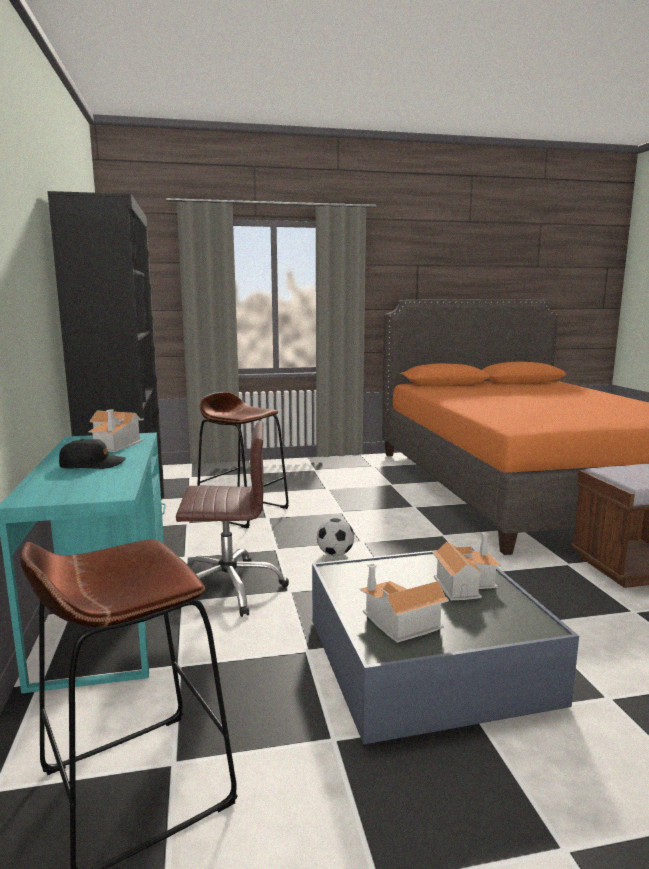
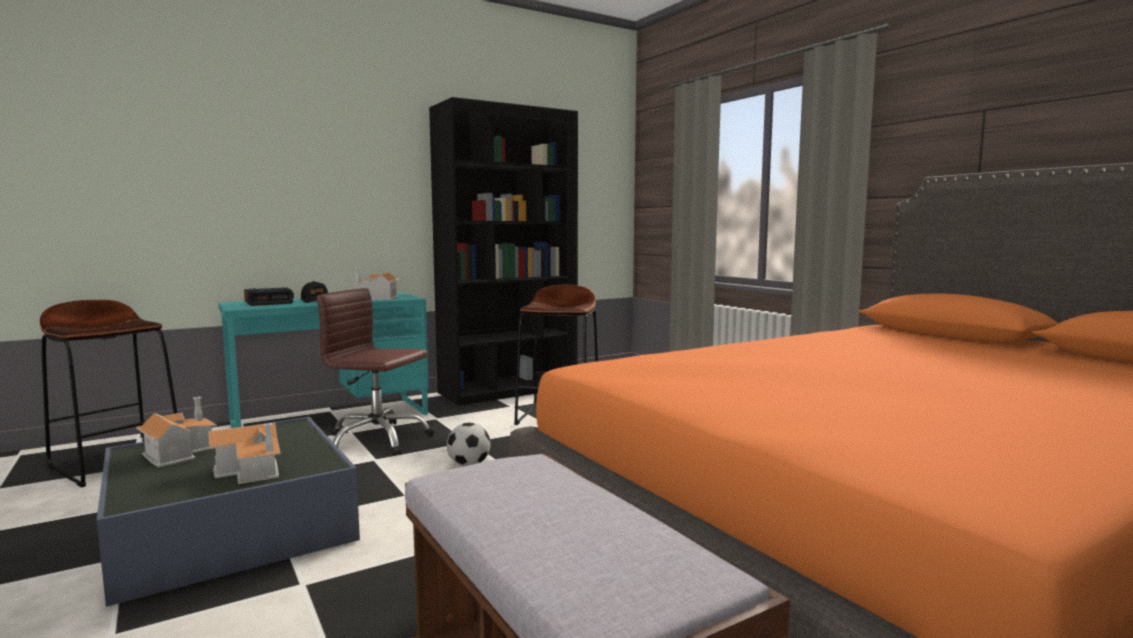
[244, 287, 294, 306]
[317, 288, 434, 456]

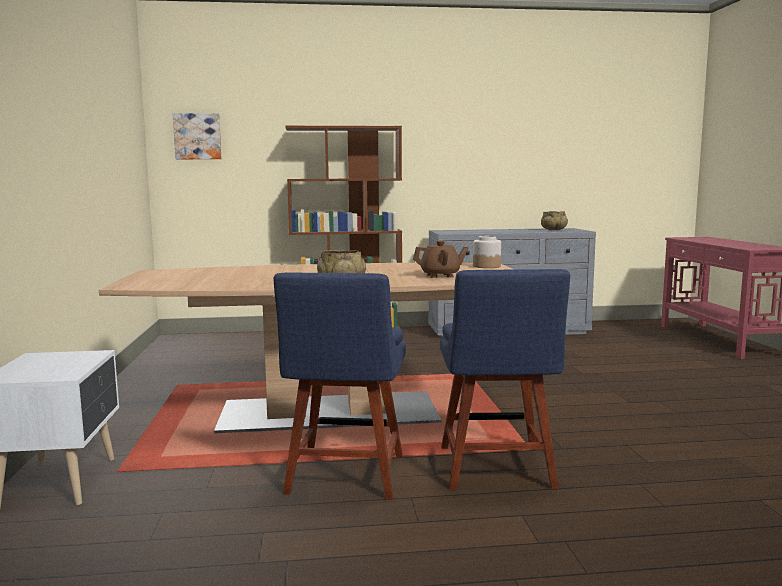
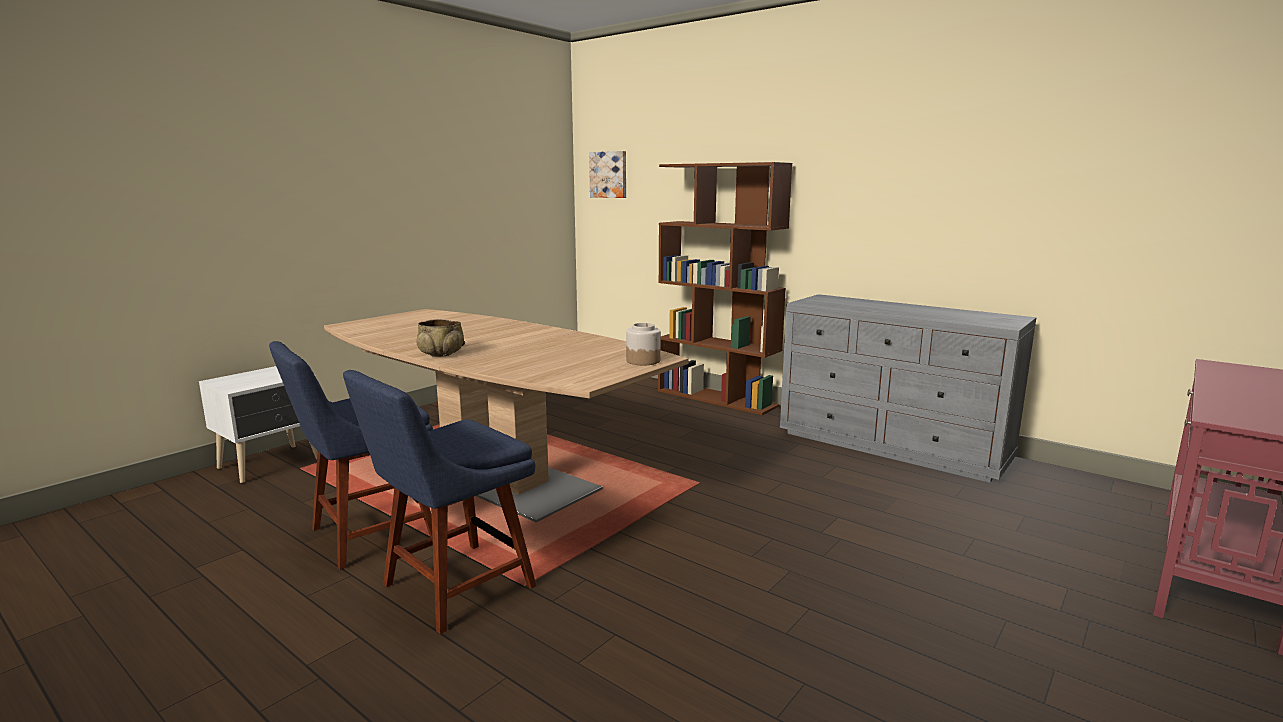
[413, 241, 468, 278] (first image)
[541, 211, 568, 230] (first image)

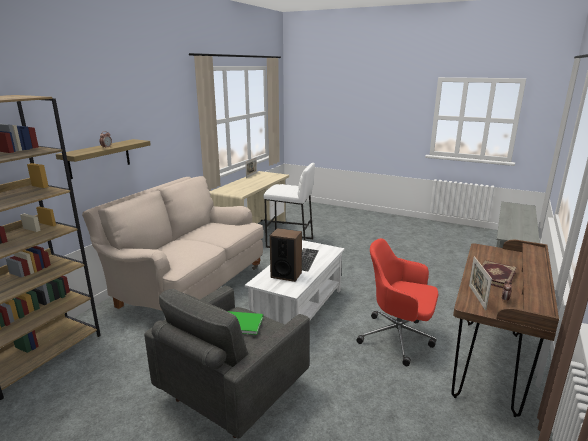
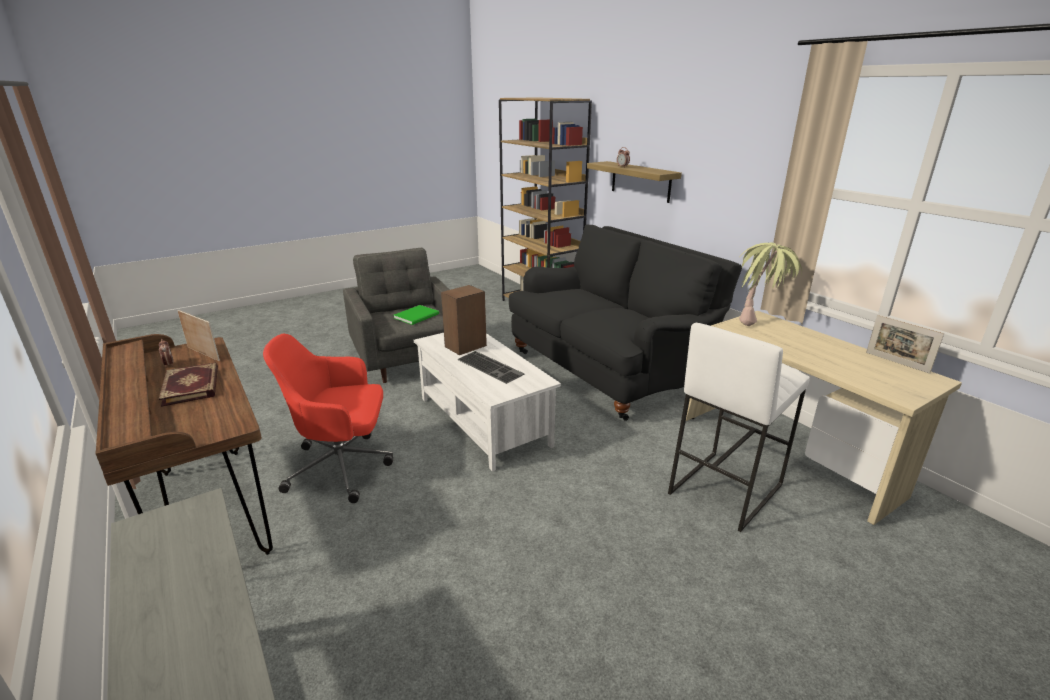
[263, 334, 393, 503]
[509, 224, 742, 421]
[738, 242, 802, 326]

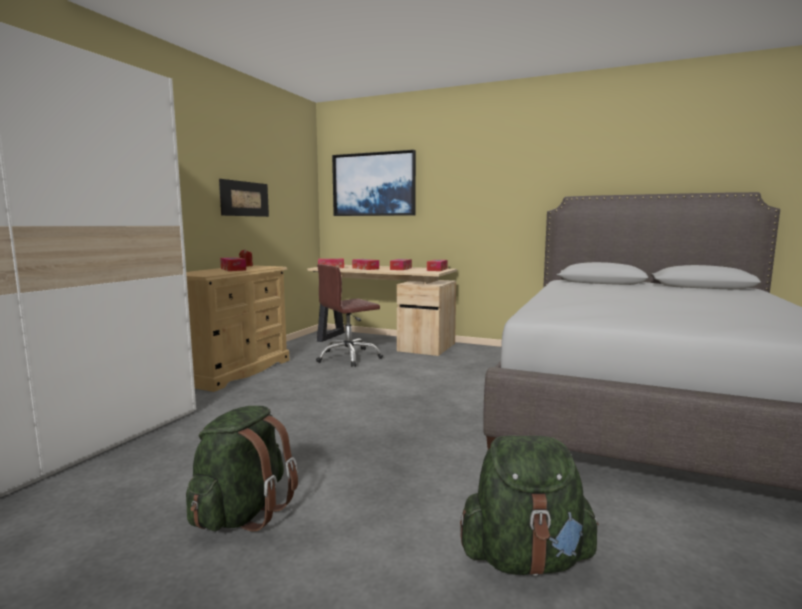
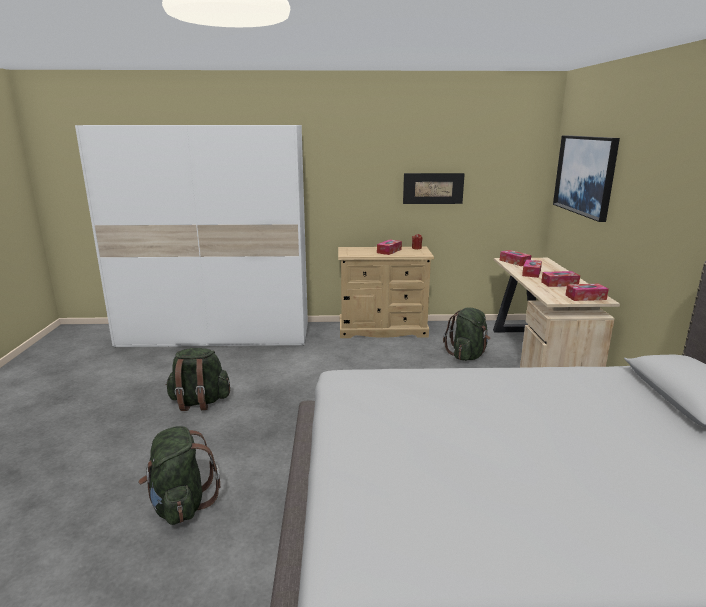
[443, 307, 491, 361]

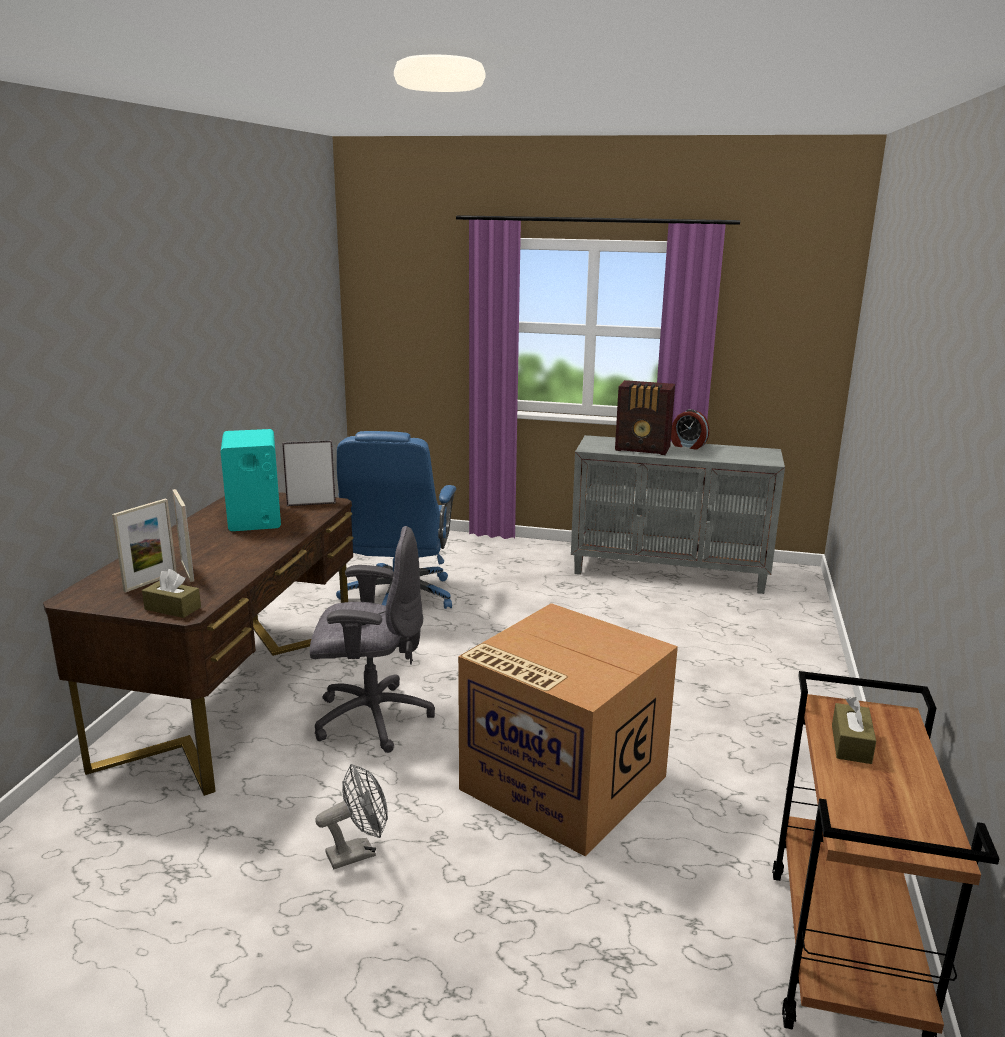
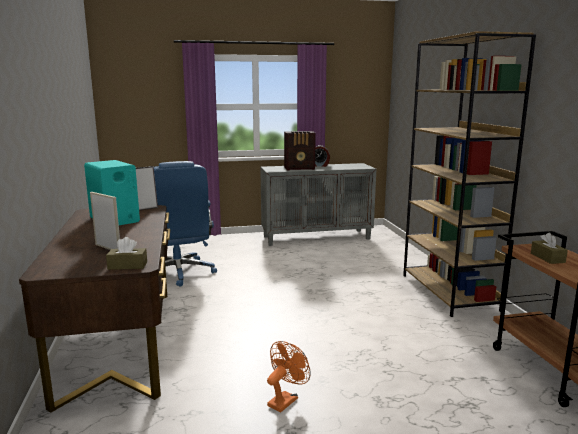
[267, 341, 311, 412]
[403, 31, 536, 317]
[112, 499, 177, 592] (first image)
[310, 526, 435, 753] (first image)
[458, 603, 678, 856] (first image)

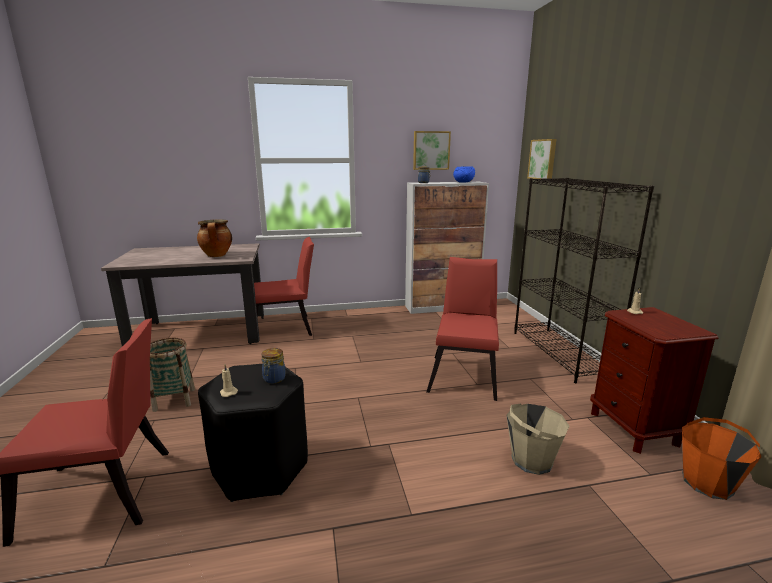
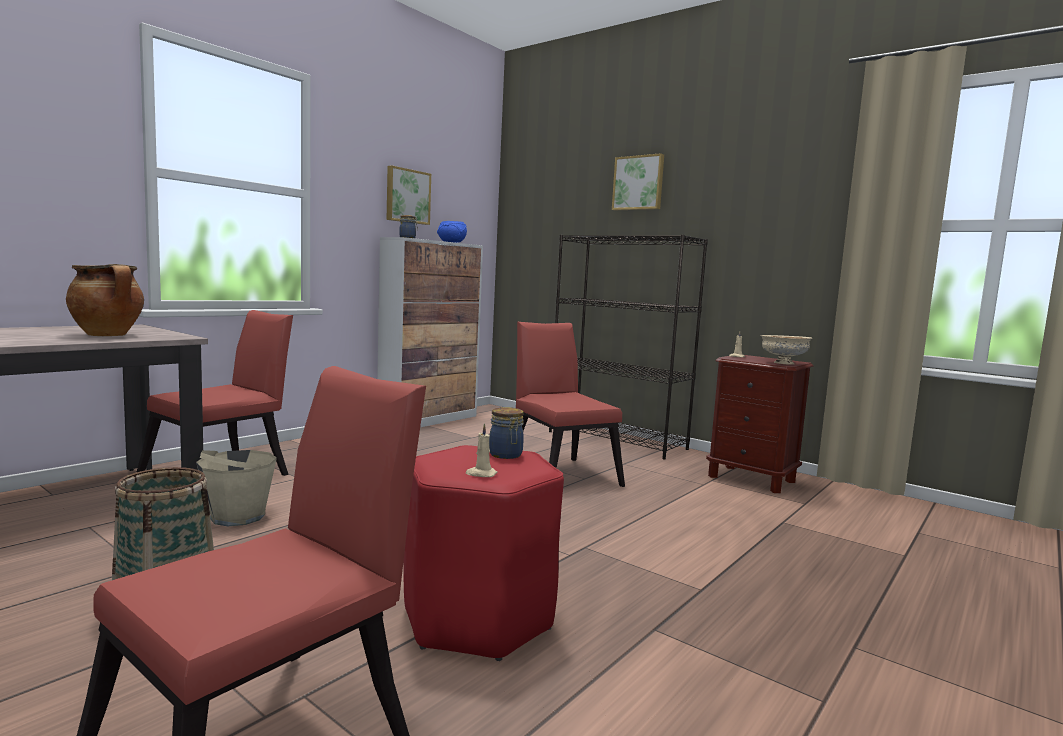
[196, 450, 277, 526]
[403, 445, 564, 661]
[612, 153, 664, 210]
[761, 335, 812, 365]
[682, 417, 762, 500] (first image)

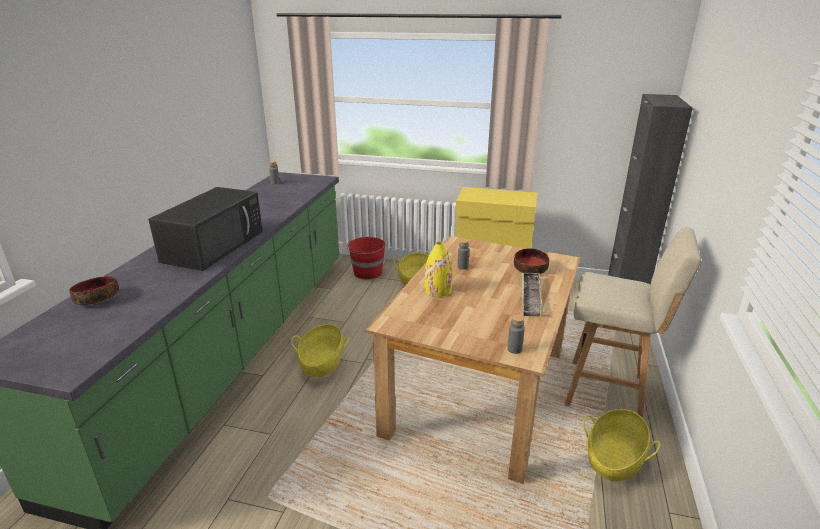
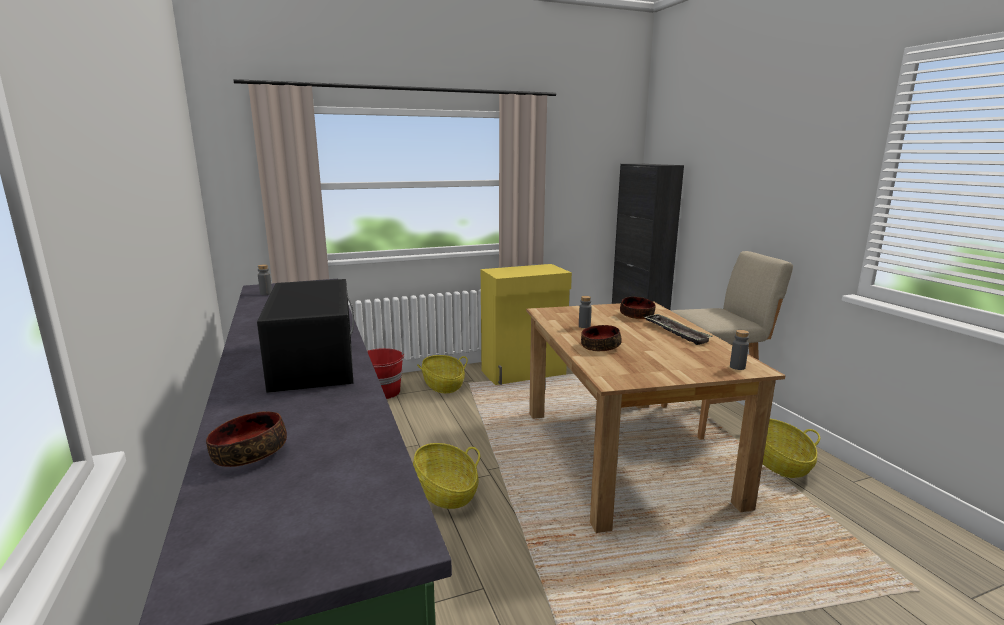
[581, 325, 622, 351]

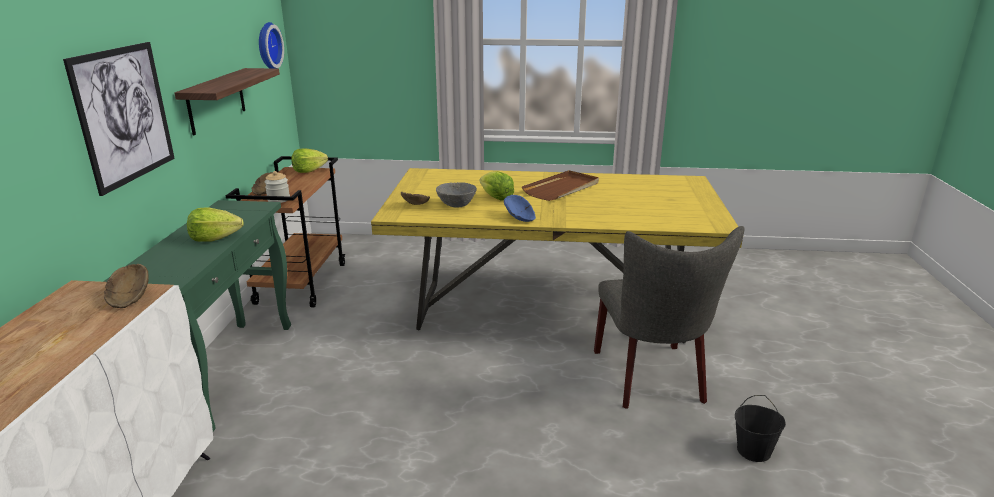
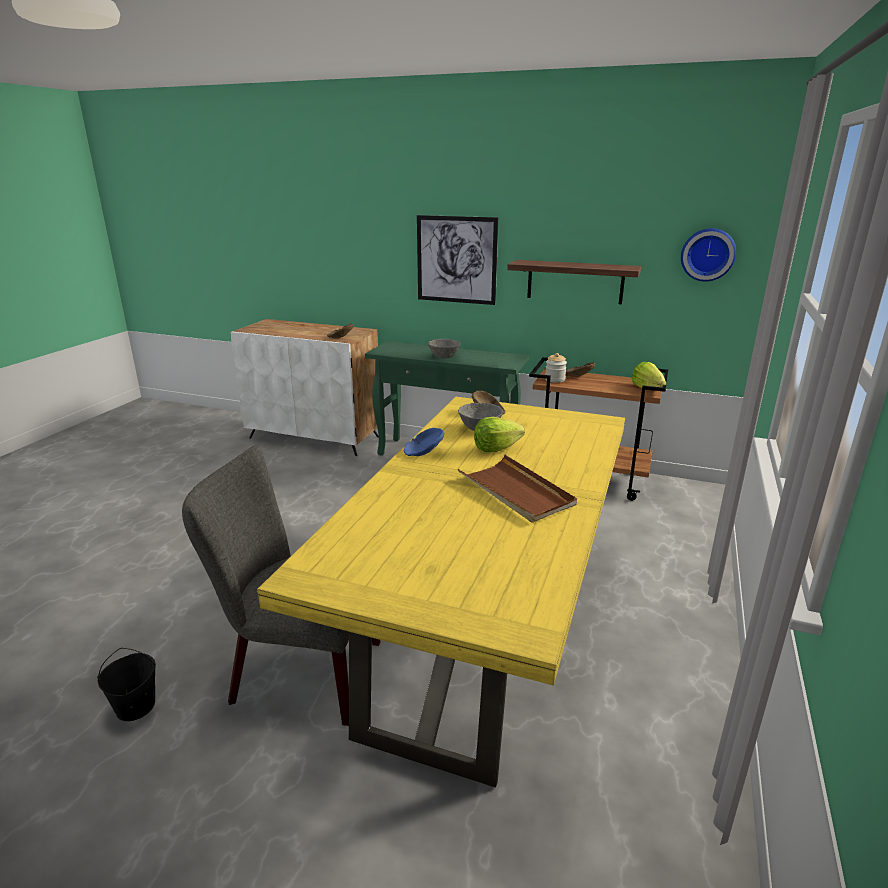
[428, 339, 461, 359]

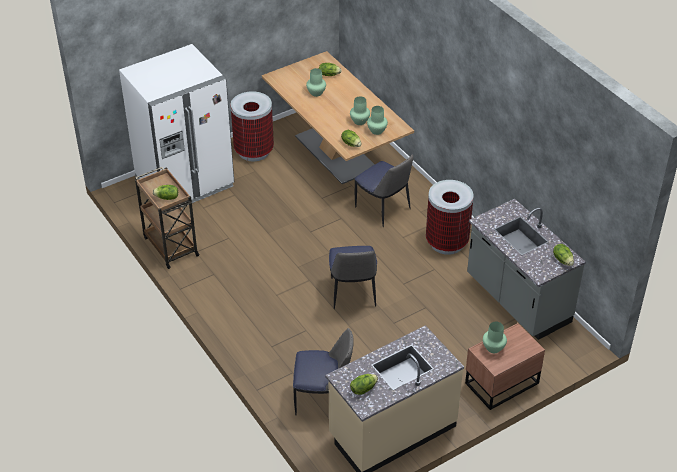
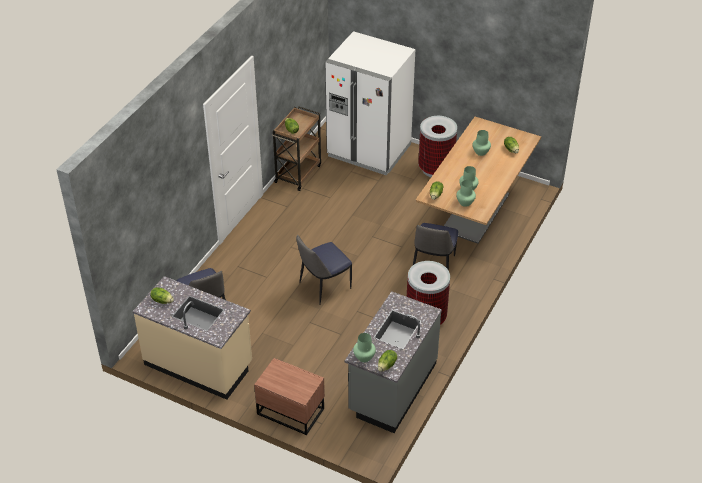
[353, 333, 376, 362]

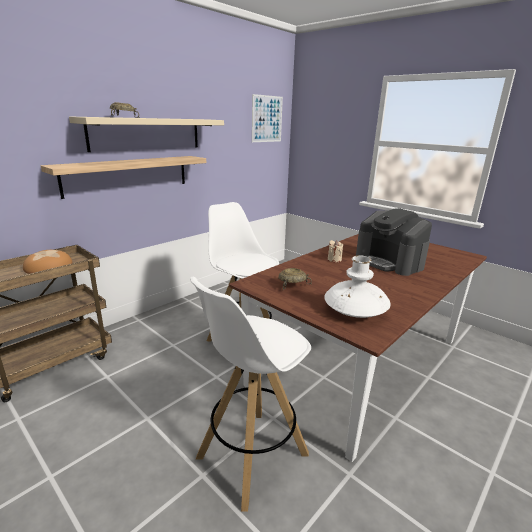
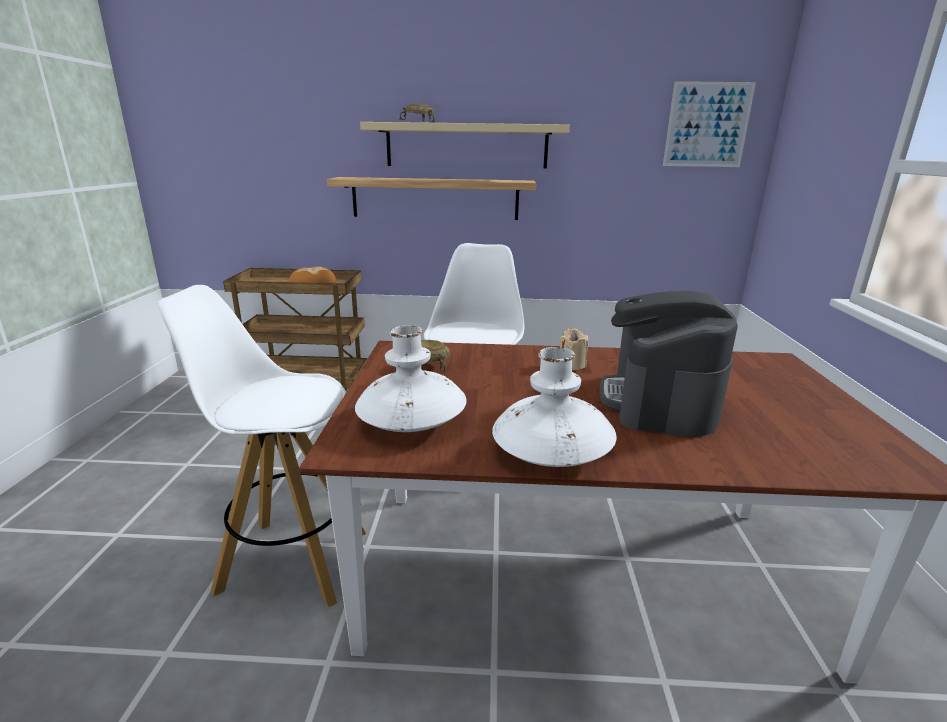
[492, 347, 616, 467]

